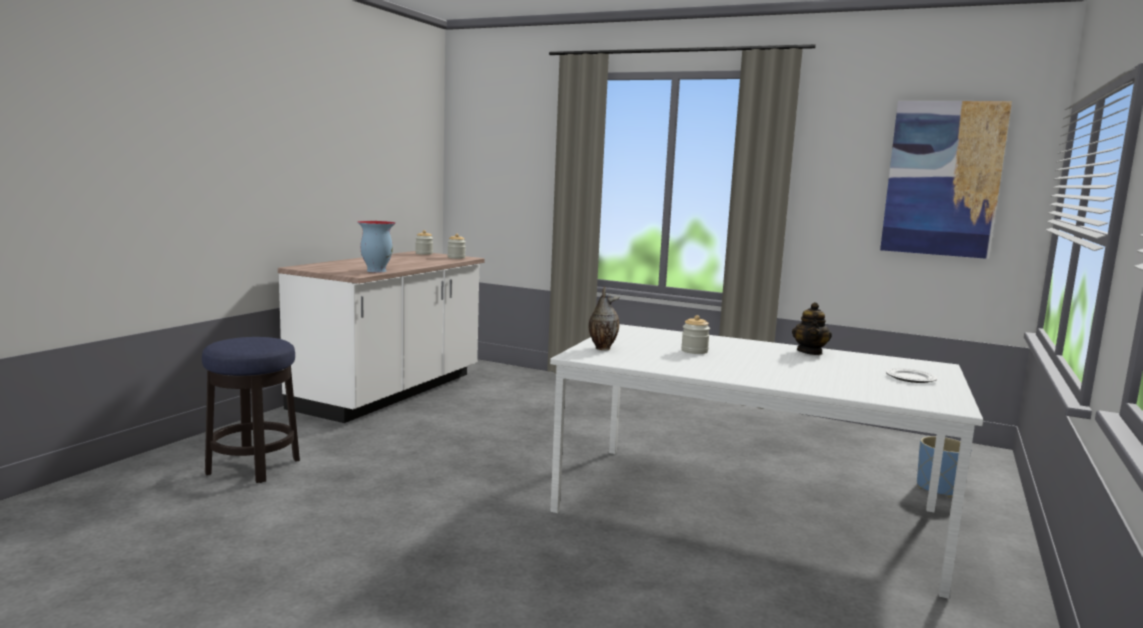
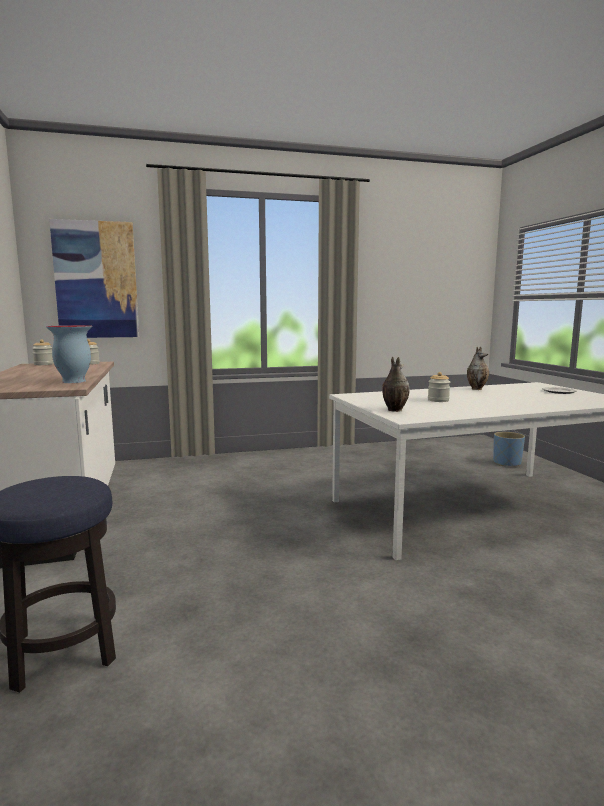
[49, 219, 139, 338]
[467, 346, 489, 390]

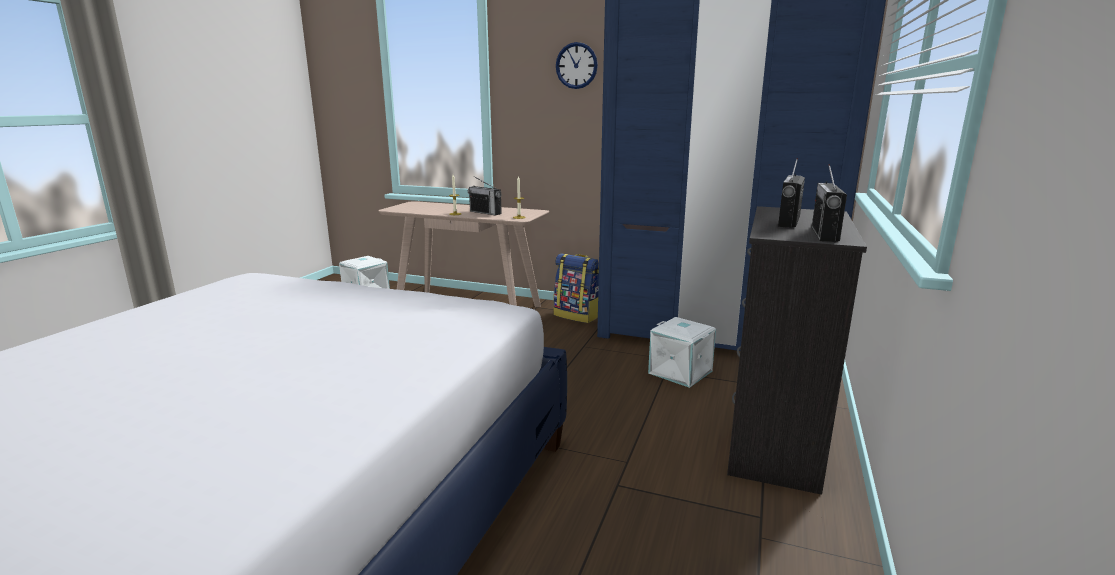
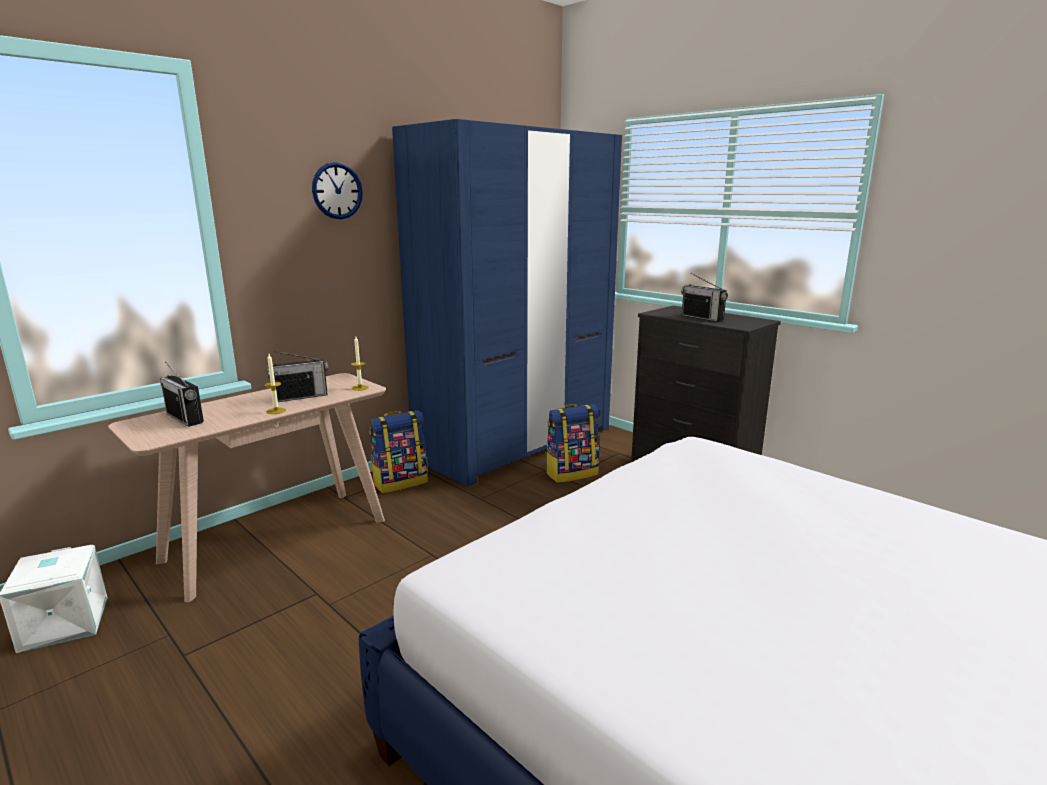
[160, 362, 204, 427]
[545, 404, 600, 483]

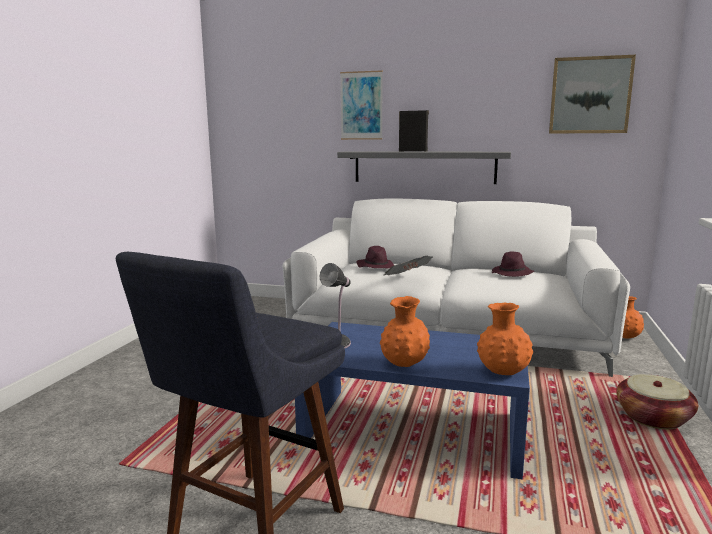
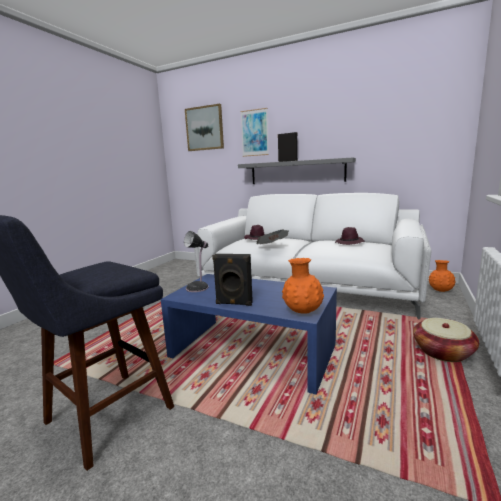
[185, 104, 224, 151]
[212, 254, 253, 306]

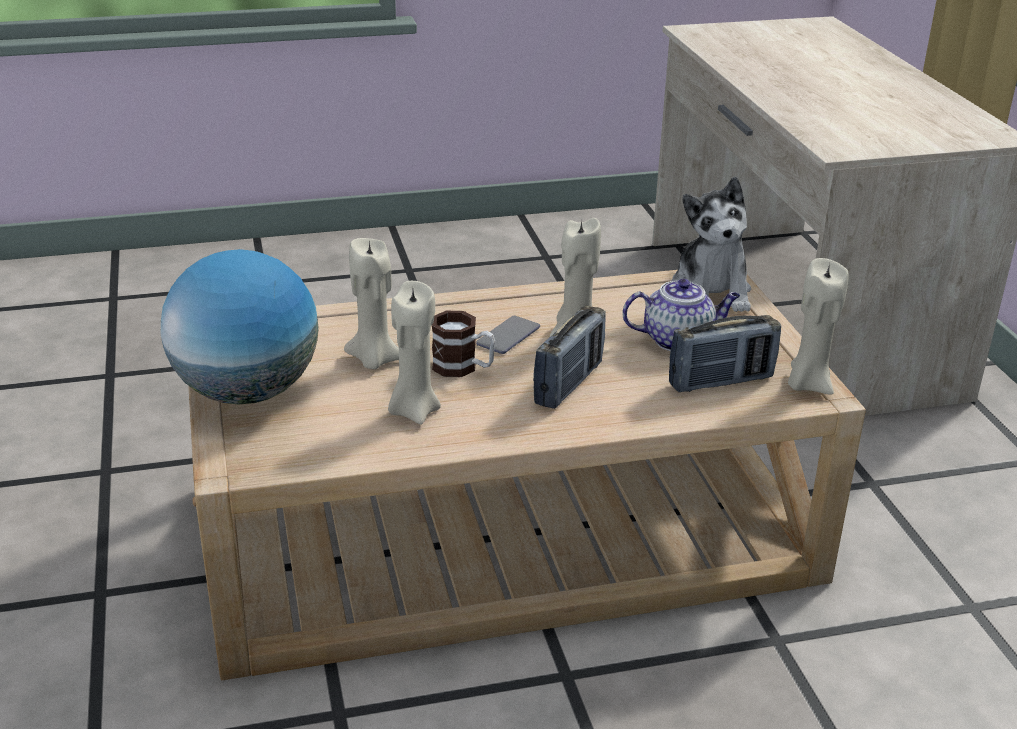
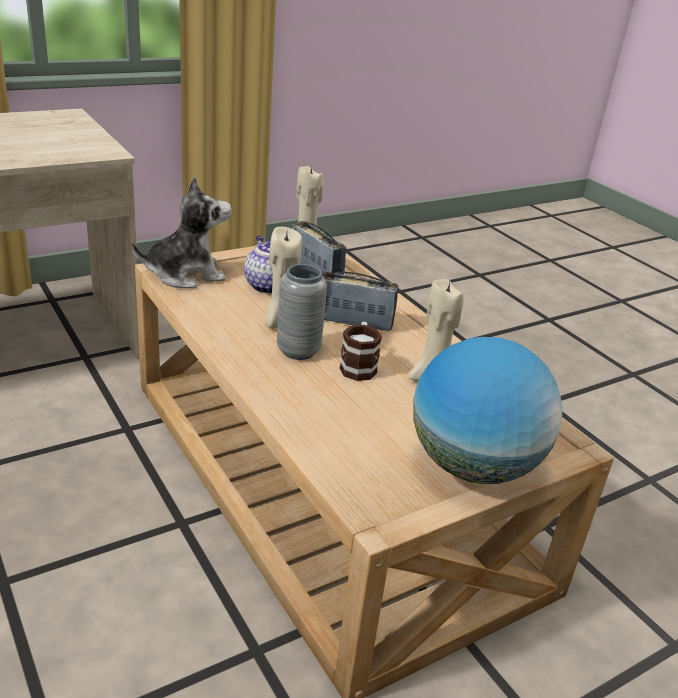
[277, 264, 327, 360]
[344, 238, 399, 369] (first image)

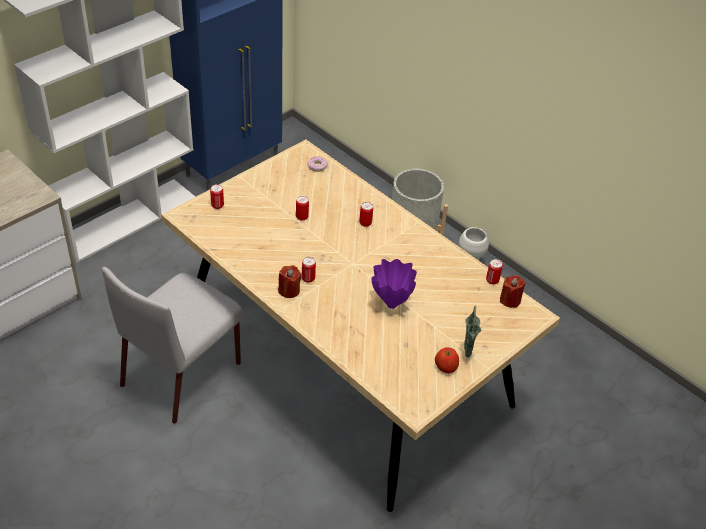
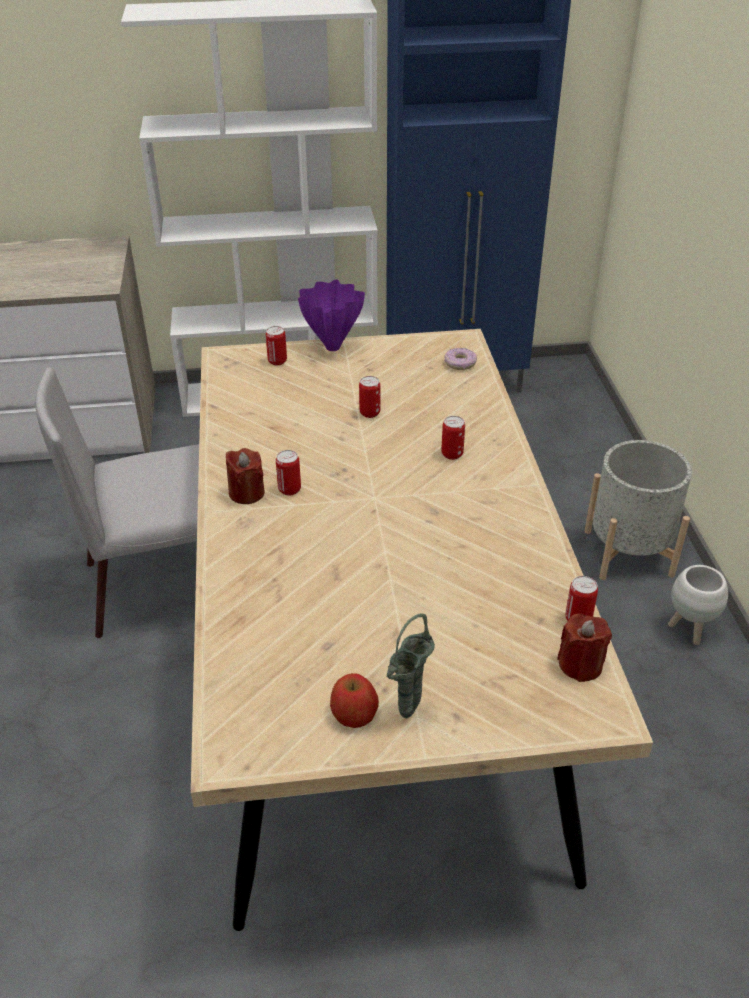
[298, 280, 365, 351]

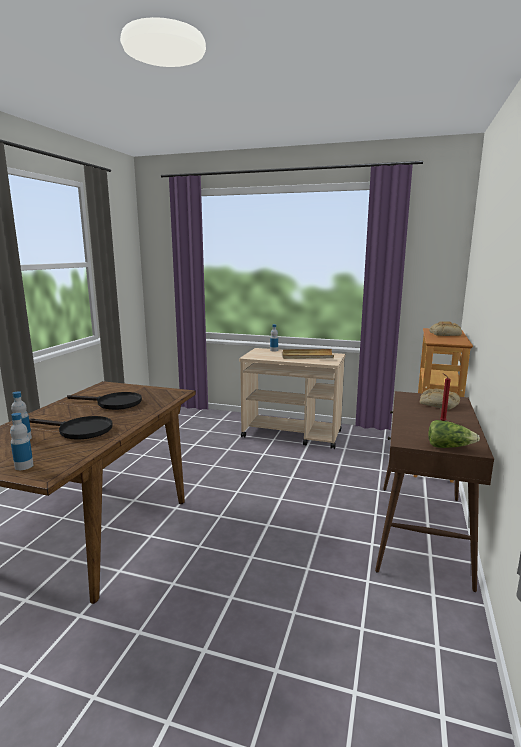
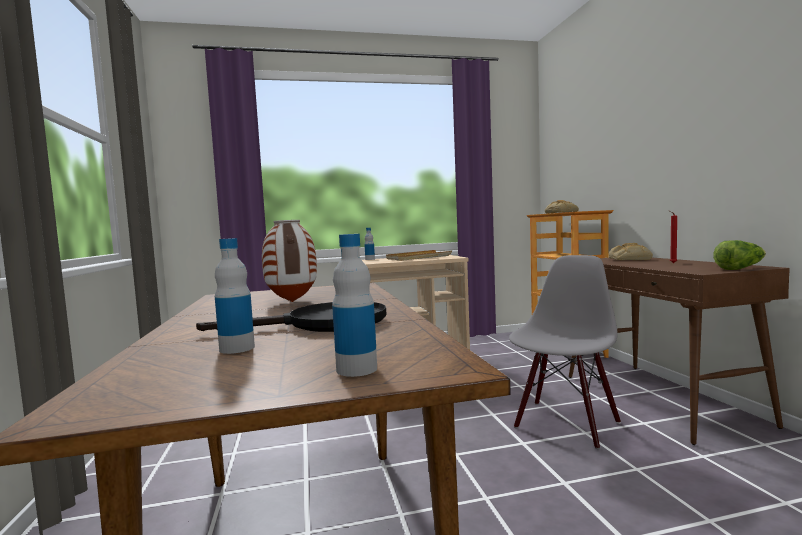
[262, 220, 317, 302]
[509, 255, 621, 449]

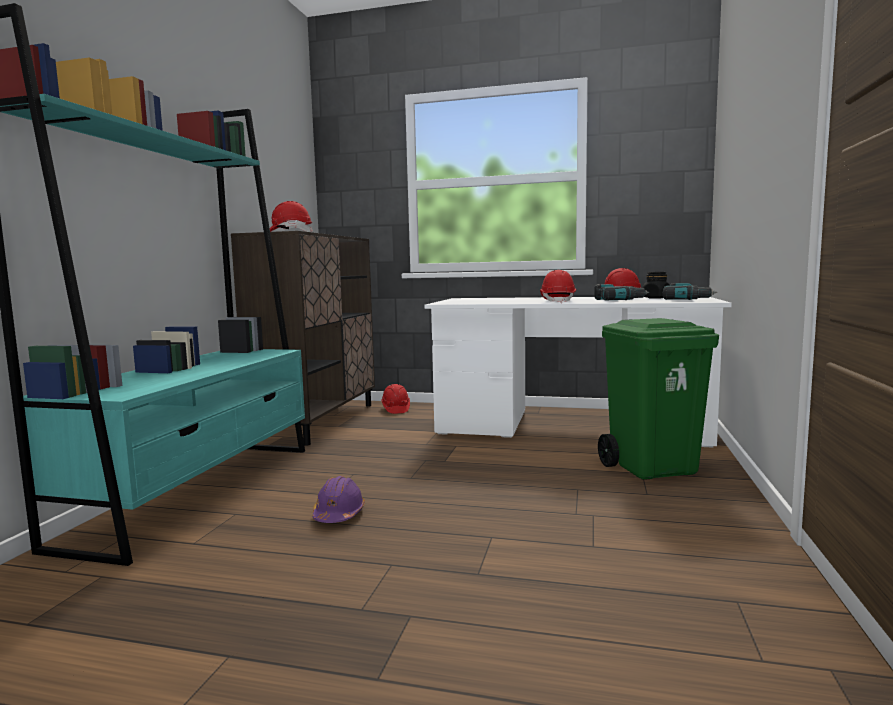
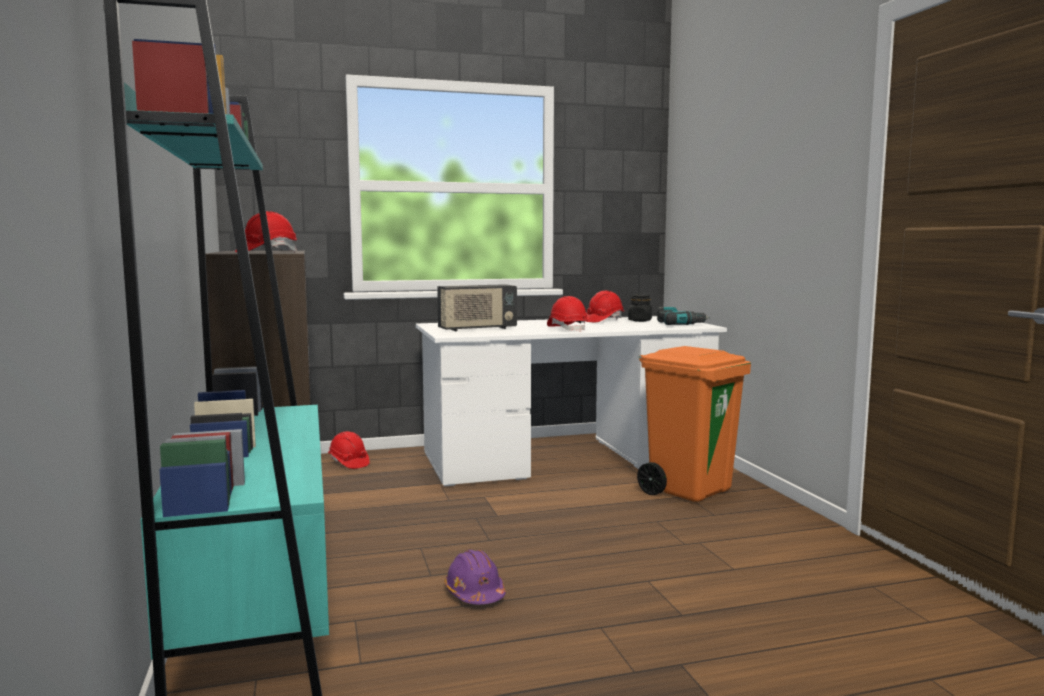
[437, 284, 517, 332]
[637, 346, 751, 502]
[594, 284, 649, 301] (first image)

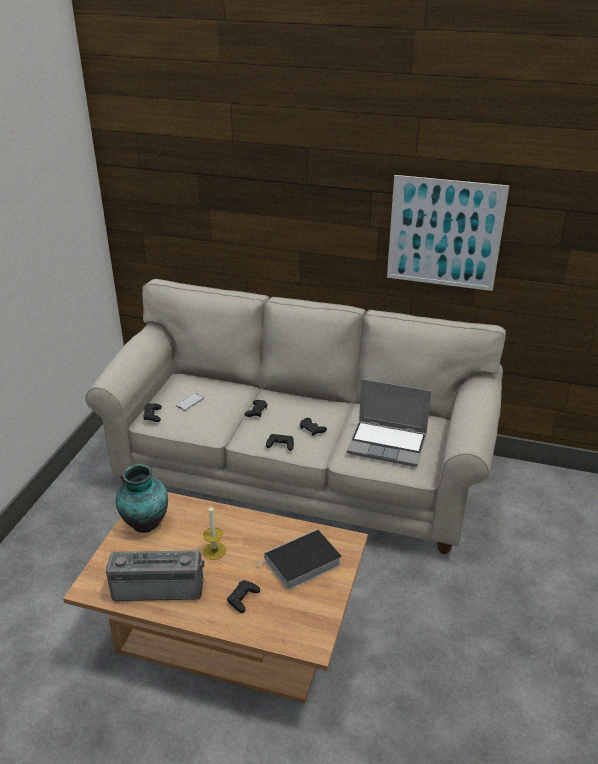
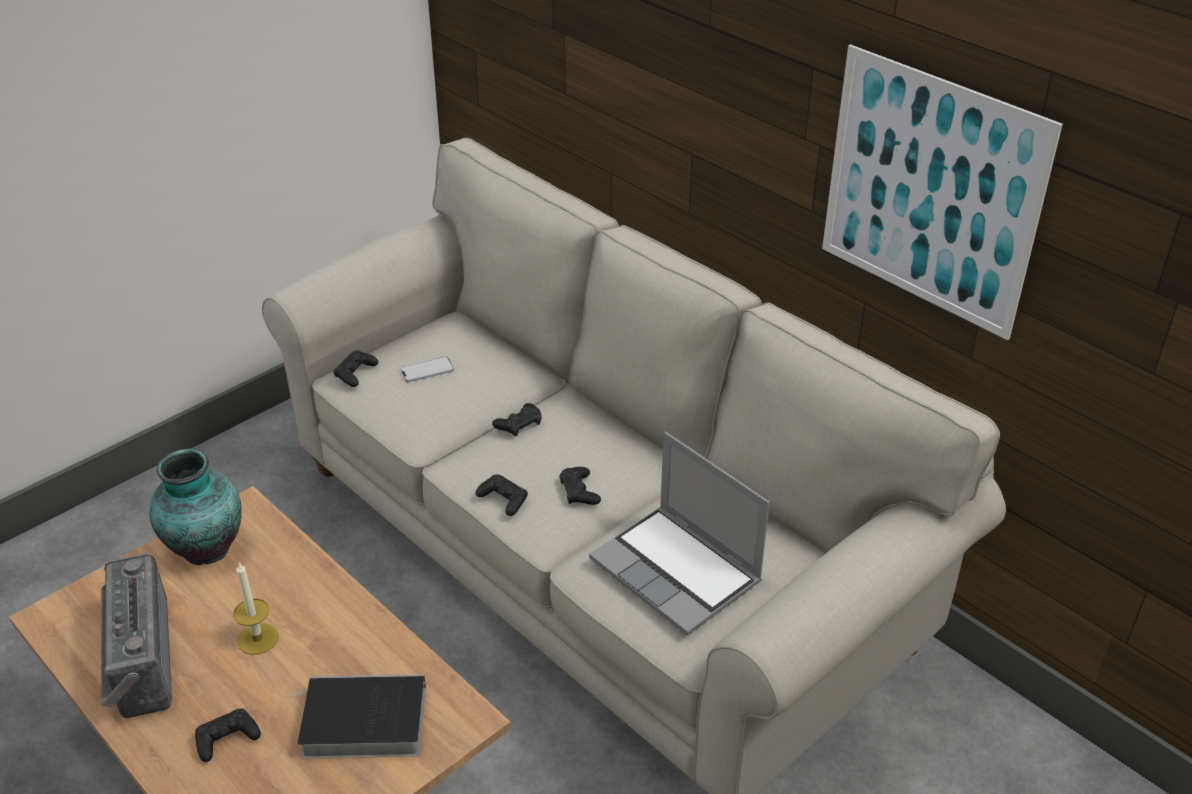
[101, 553, 172, 718]

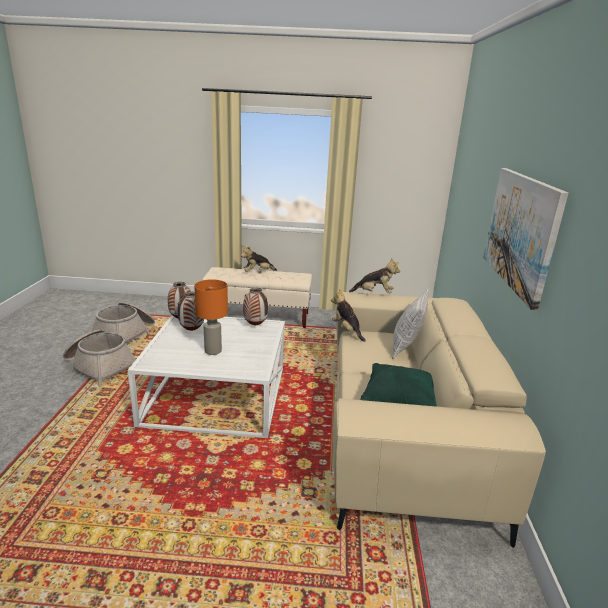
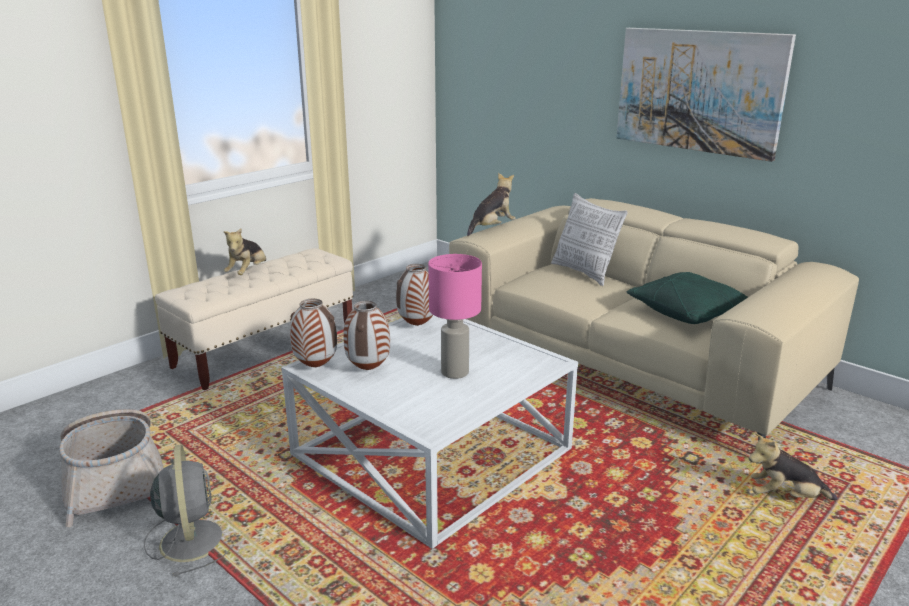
[144, 444, 234, 577]
[428, 254, 482, 379]
[749, 433, 838, 500]

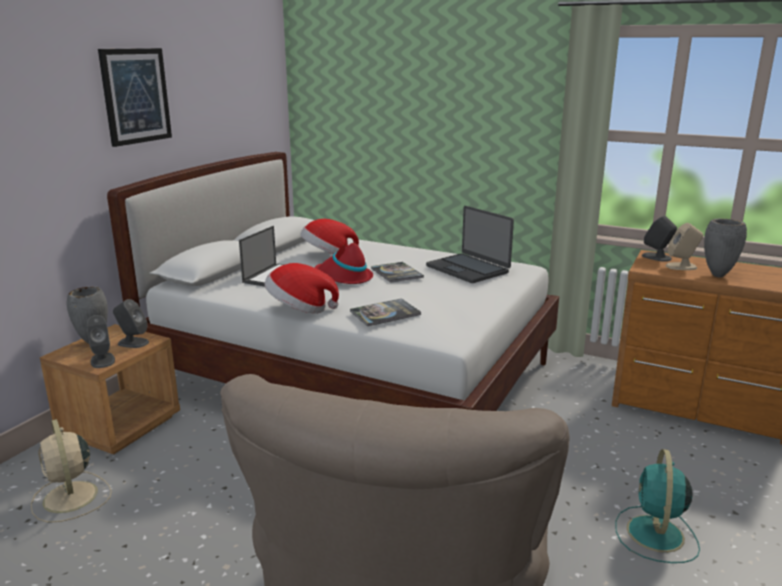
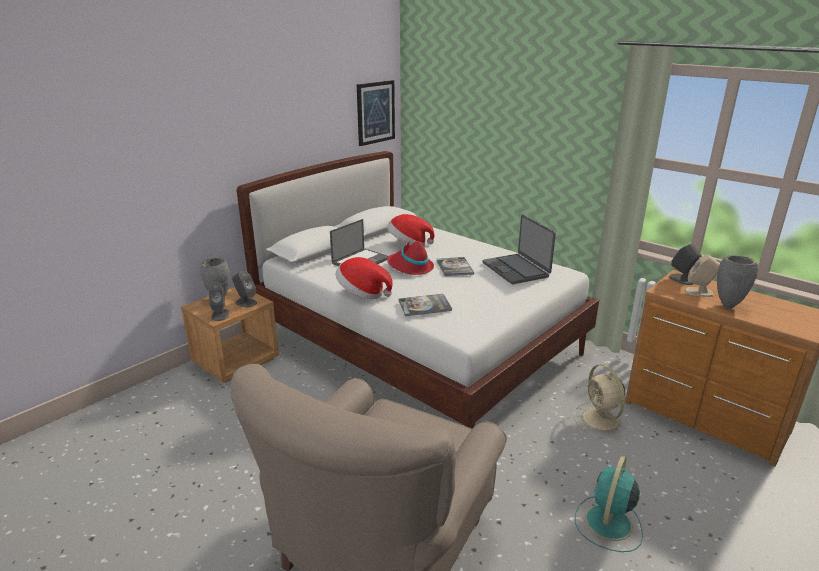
[357, 80, 395, 146]
[573, 364, 631, 438]

